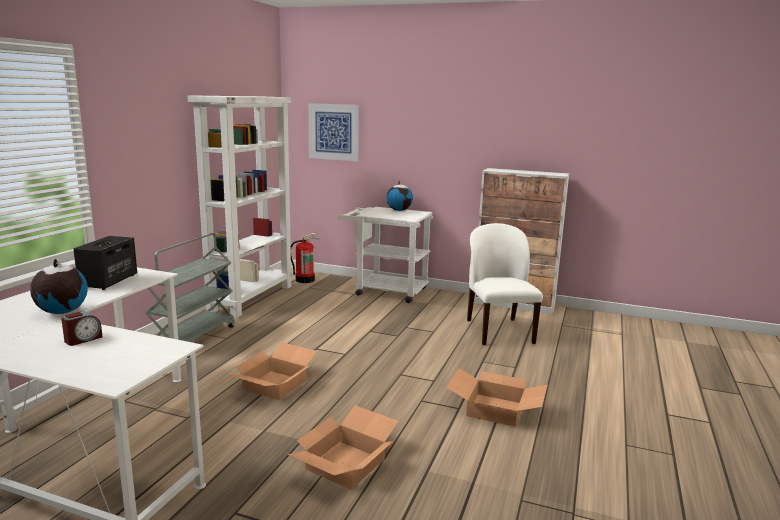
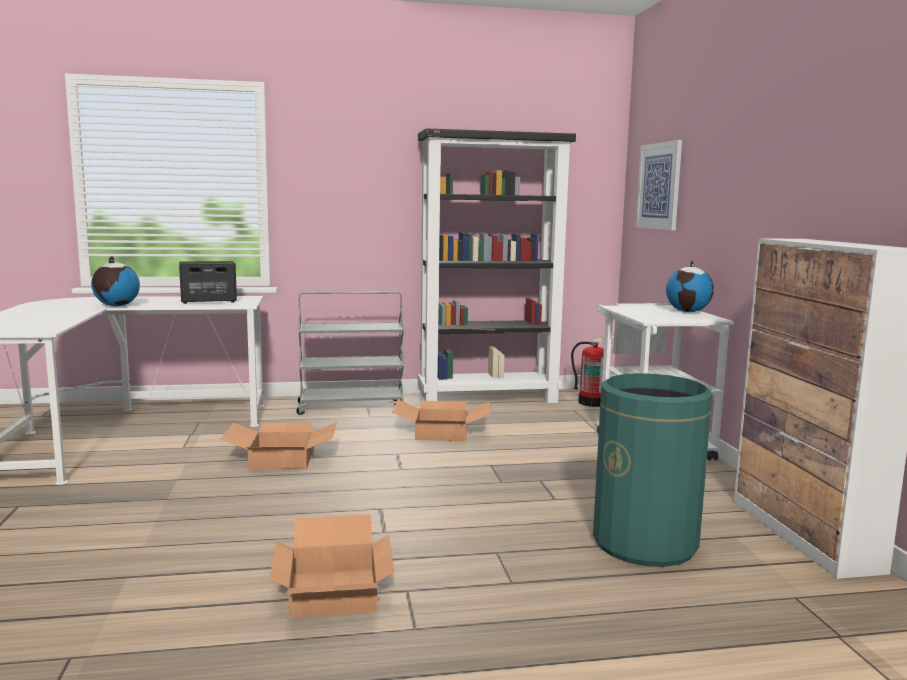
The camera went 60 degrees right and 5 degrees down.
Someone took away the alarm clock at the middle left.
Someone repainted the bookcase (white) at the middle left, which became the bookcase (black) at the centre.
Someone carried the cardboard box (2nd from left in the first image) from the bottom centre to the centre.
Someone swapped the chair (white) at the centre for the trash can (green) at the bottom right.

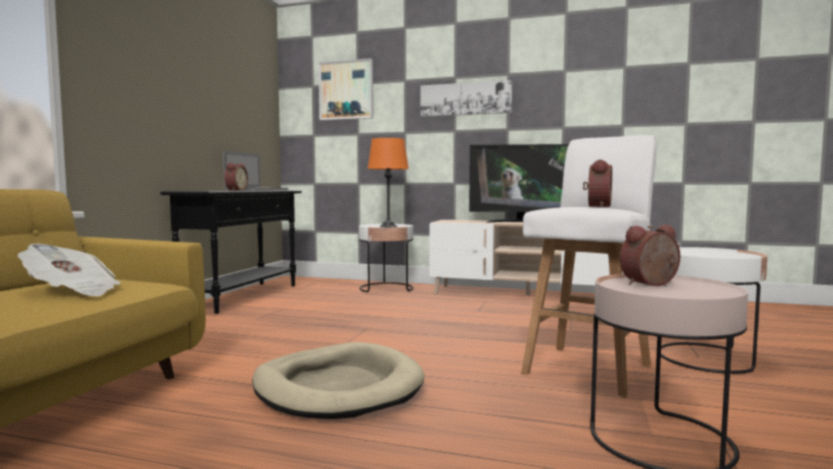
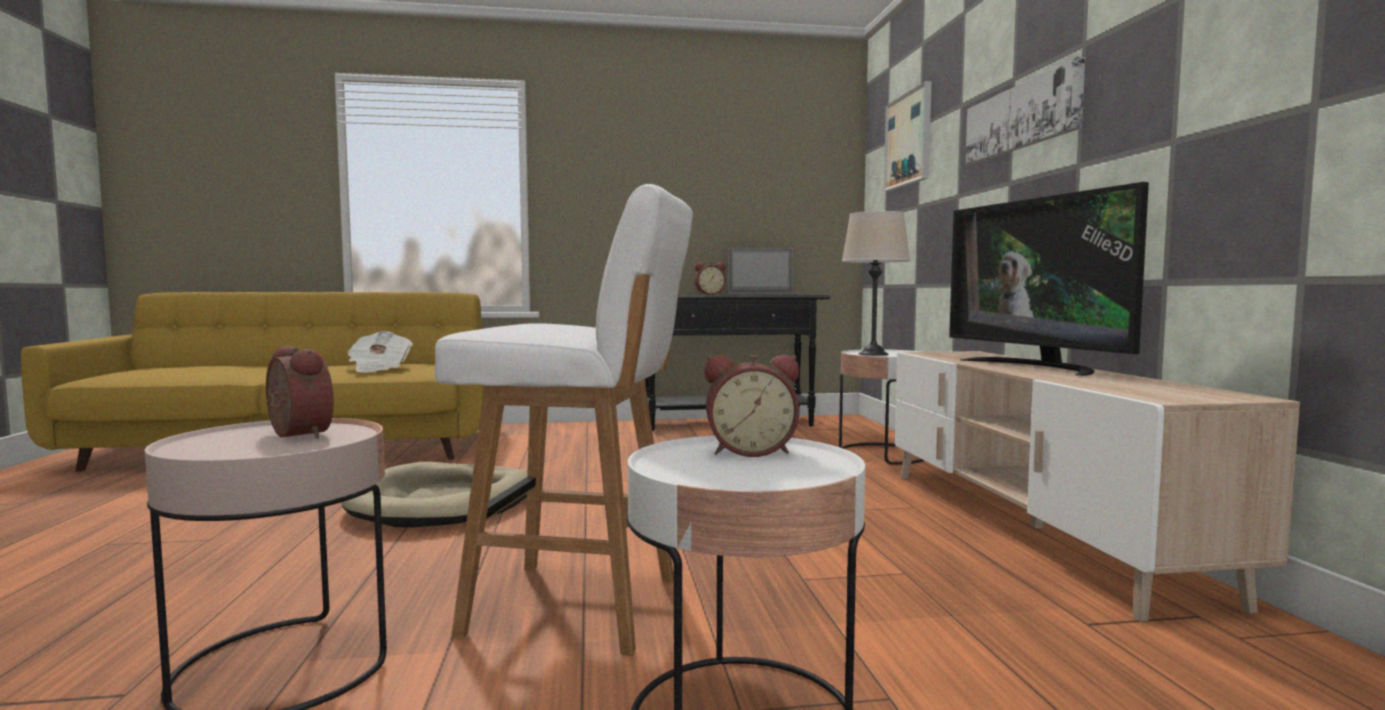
The camera went 65 degrees right and 0 degrees up.
Someone repainted the table lamp (orange) at the centre, which became the table lamp (beige) at the centre.
Someone carried the alarm clock (2nd from left in the first image) from the middle right to the centre.

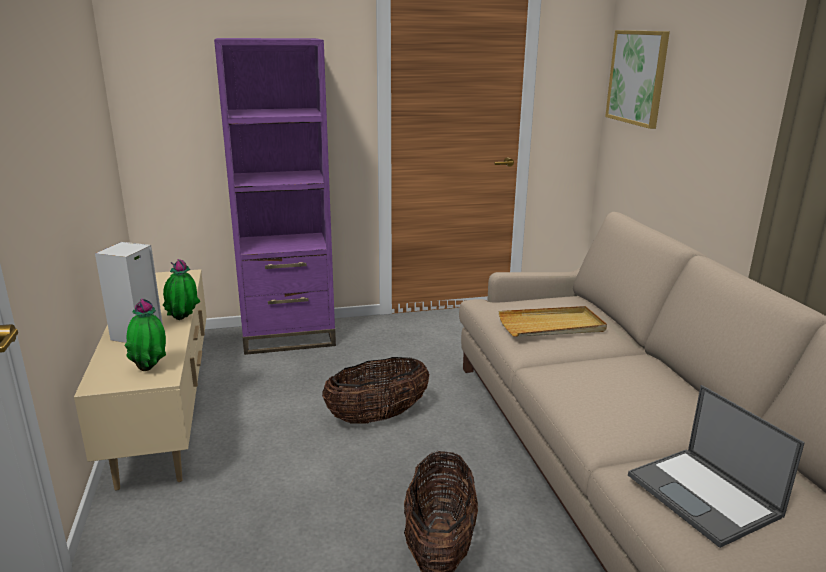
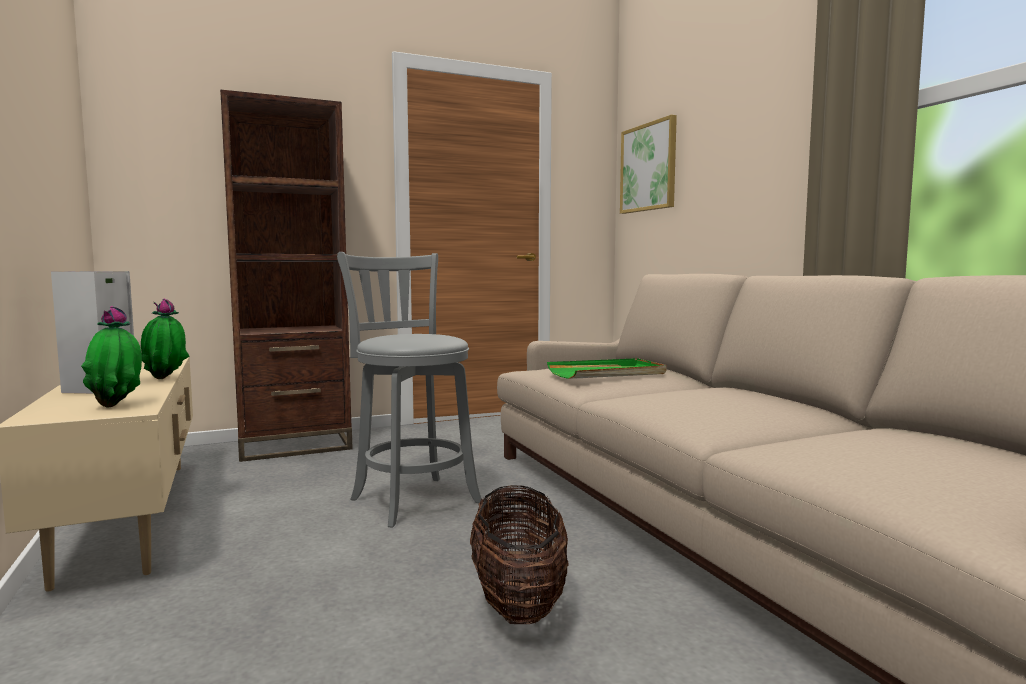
The camera went 10 degrees left and 15 degrees down.
Someone repainted the bookcase (purple) at the middle left, which became the bookcase (brown) at the middle left.
Someone swapped the basket (1st from left) at the bottom centre for the stool (grey) at the centre.
Someone repainted the tray (beige) at the middle right, which became the tray (green) at the centre.
Someone took away the laptop at the bottom right.

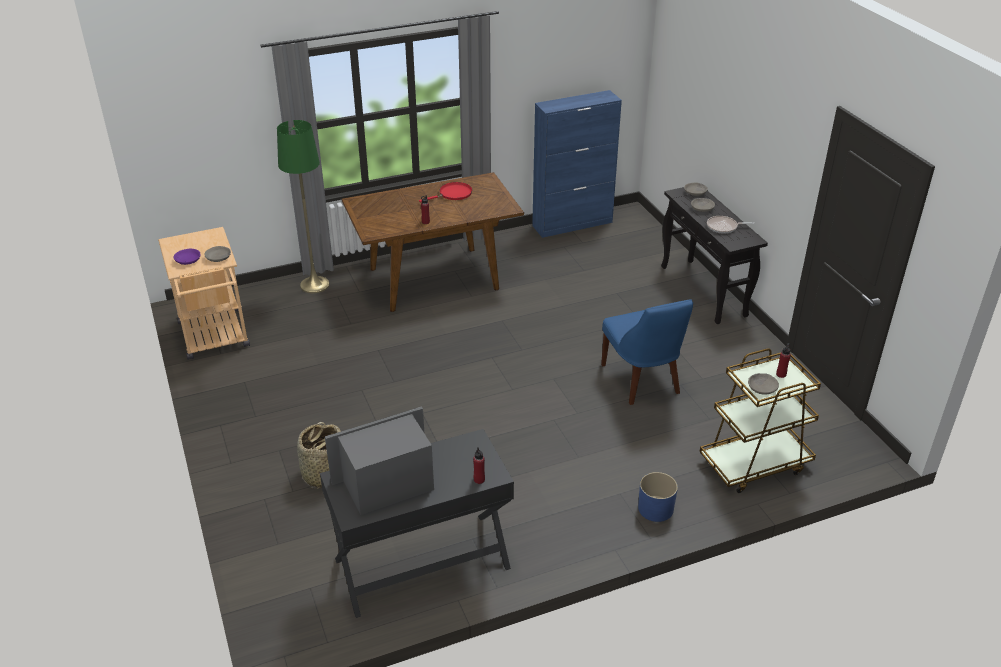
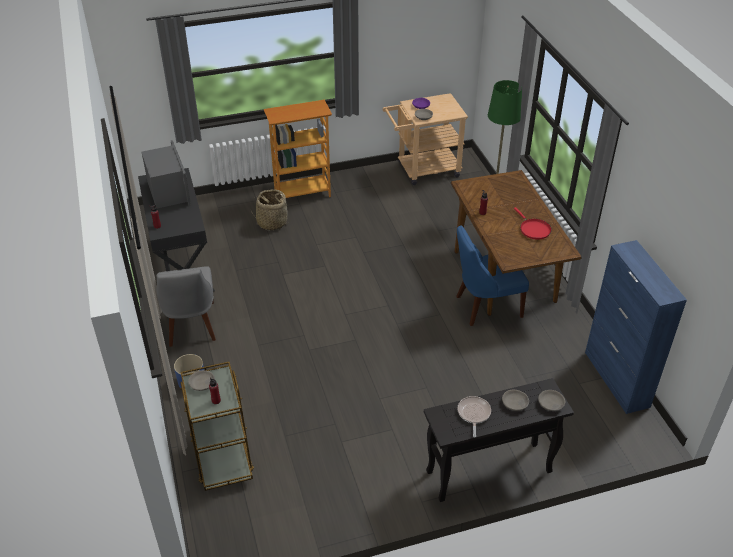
The camera went 95 degrees right and 5 degrees up.
Someone carried the chair (blue) from the centre to the middle right.
Someone put down the chair (grey) at the middle left.
Someone put down the bookcase at the top centre.

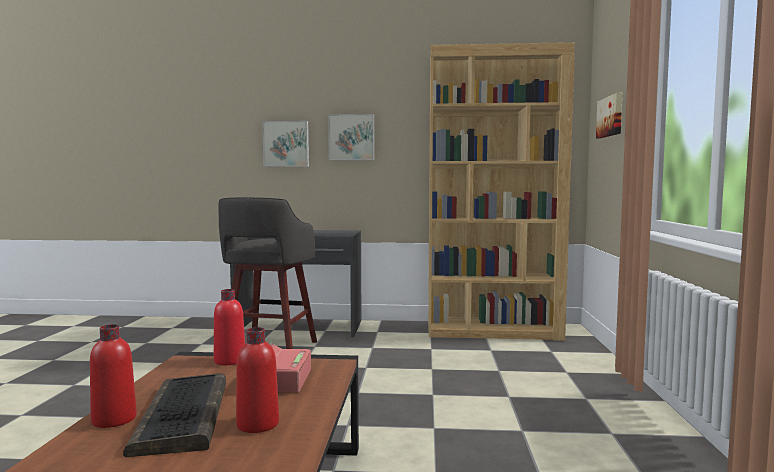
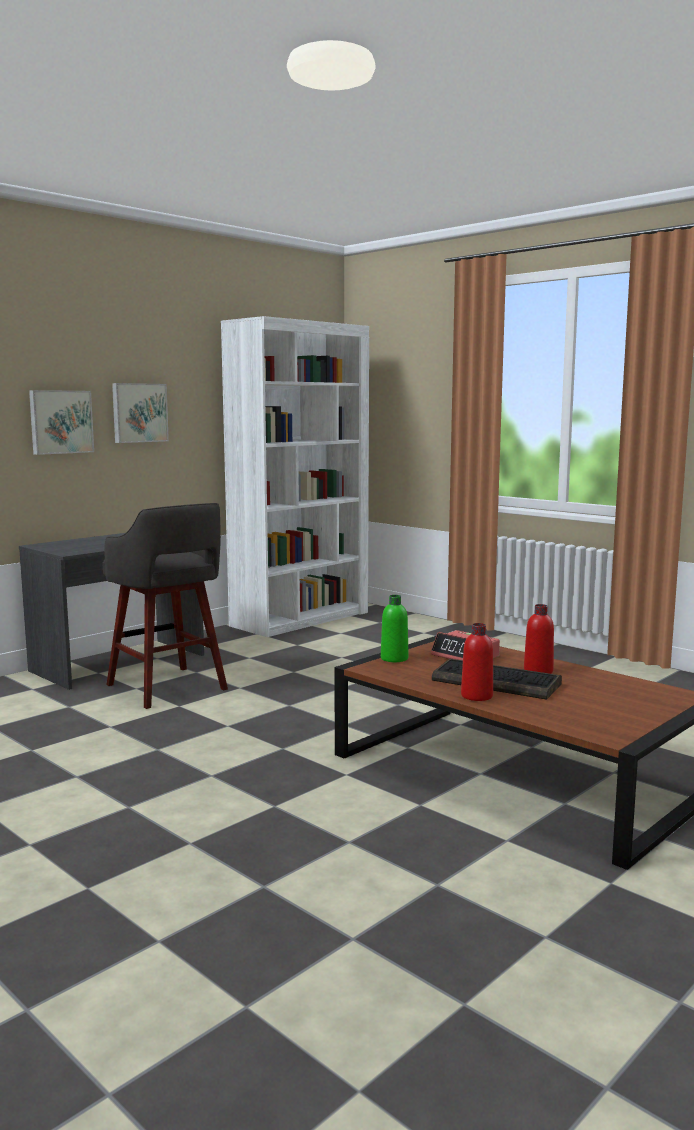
The camera went 50 degrees left and 5 degrees up.
Someone repainted the bottle (red) (2nd from left) at the bottom left, which became the bottle (green) at the centre.
Someone repainted the bookcase (brown) at the centre, which became the bookcase (white) at the centre.
Someone took away the picture (3rd from left) at the top right.

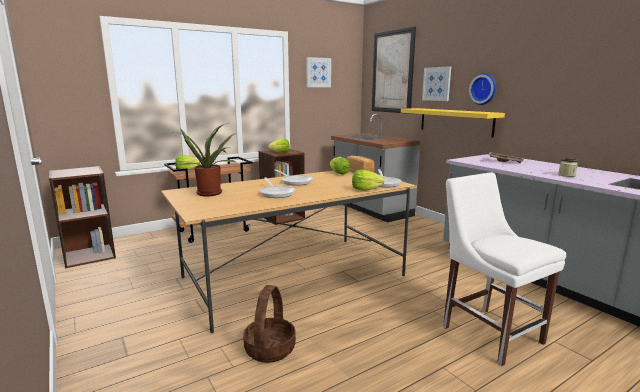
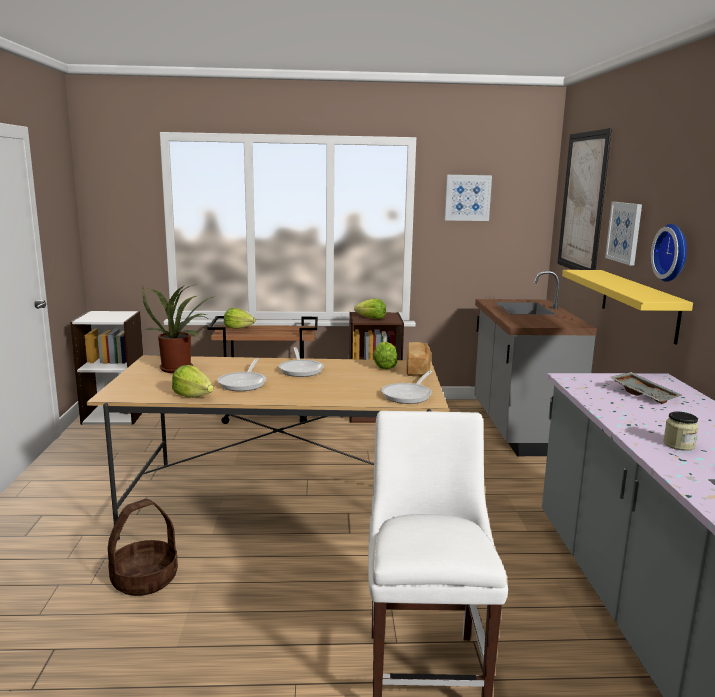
The camera went 30 degrees right and 0 degrees up.
Someone repainted the bookcase (brown) (1st from left) at the middle left, which became the bookcase (white) at the middle left.
Someone carried the lettuce (4th from left in the first image) from the centre to the middle left.

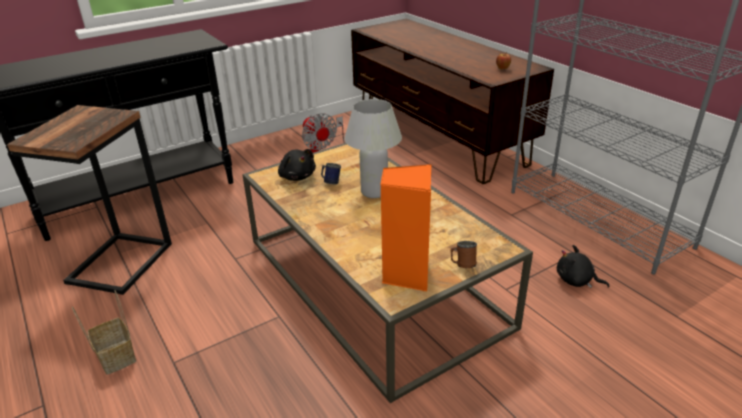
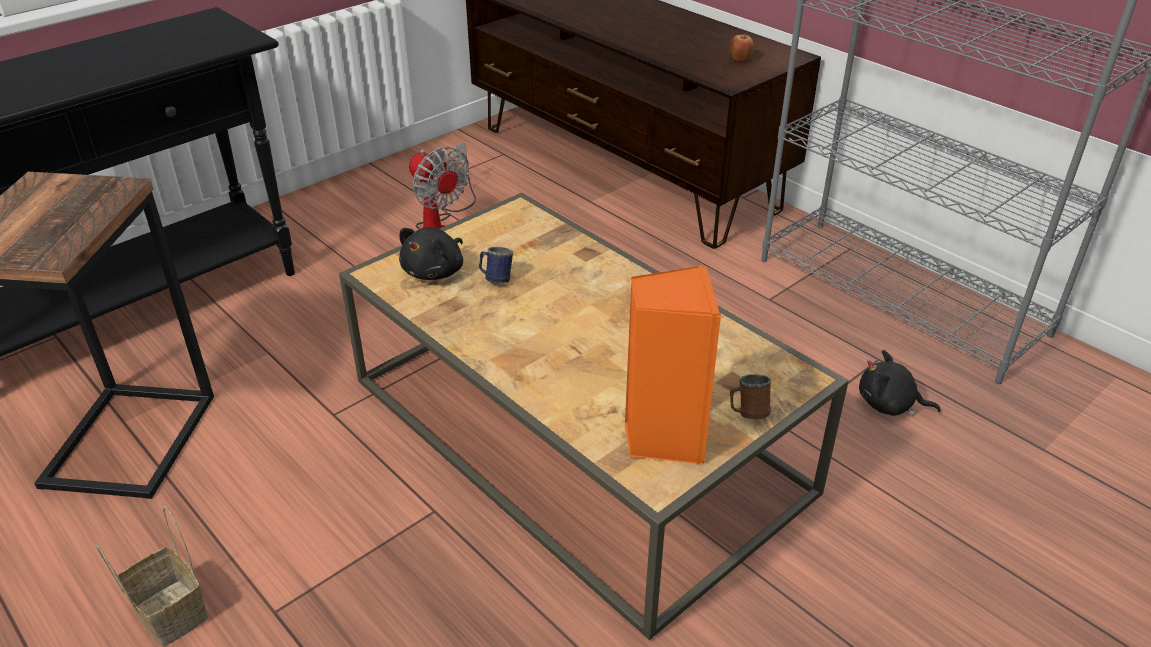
The camera went 10 degrees left and 5 degrees up.
Someone rotated the plush toy (black) (1st from left) at the centre by 75 degrees clockwise.
Someone took away the table lamp (white) at the centre.

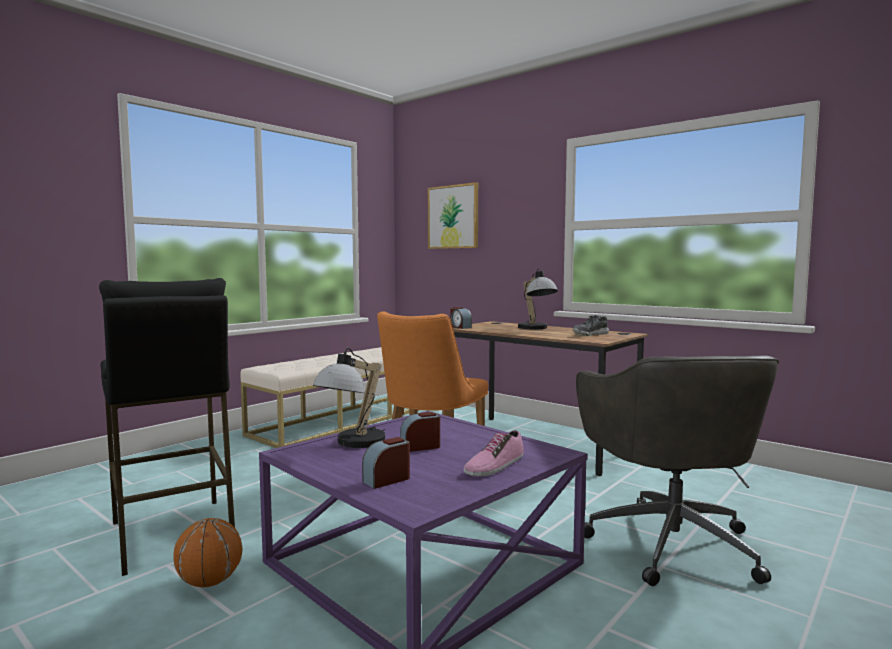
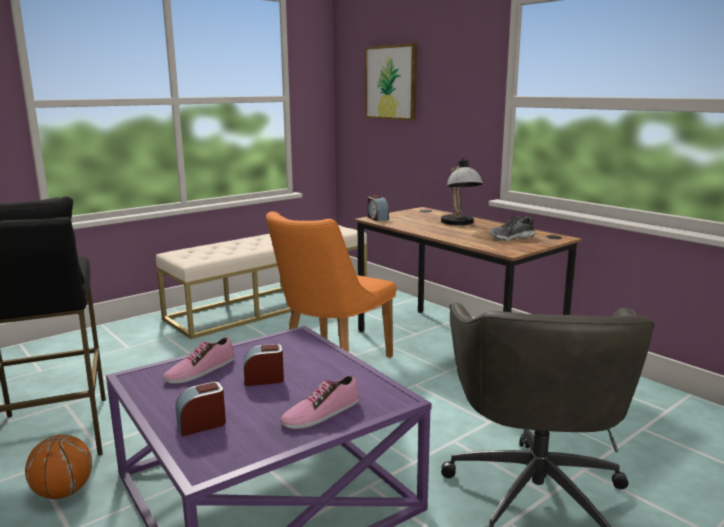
The camera went 10 degrees right and 10 degrees up.
Someone swapped the table lamp (1st from left) at the centre for the shoe (1st from left) at the bottom left.

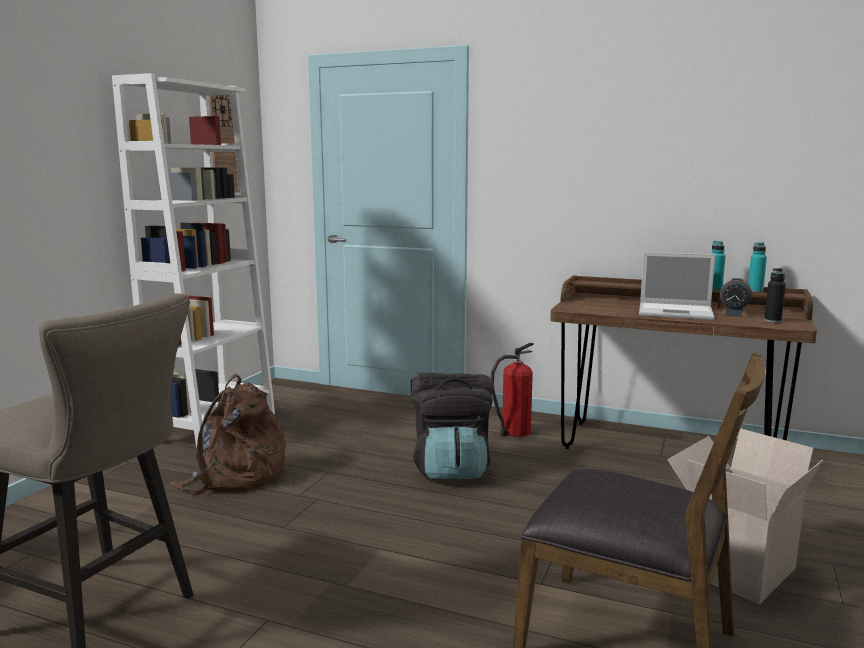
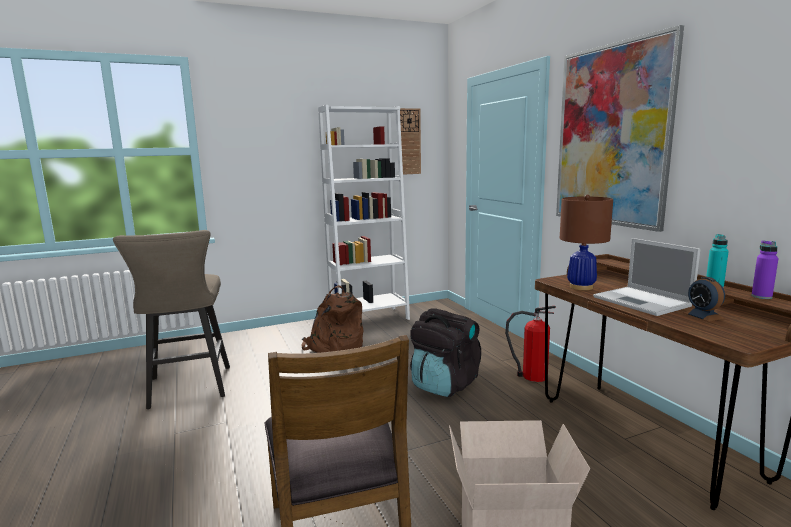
The camera went 45 degrees right and 0 degrees up.
Someone repainted the bottle (turquoise) (2nd from left) at the middle right, which became the bottle (purple) at the middle right.
Someone took away the bottle (black) at the middle right.
Someone put up the picture at the top right.
Someone put down the table lamp (brown) at the middle right.

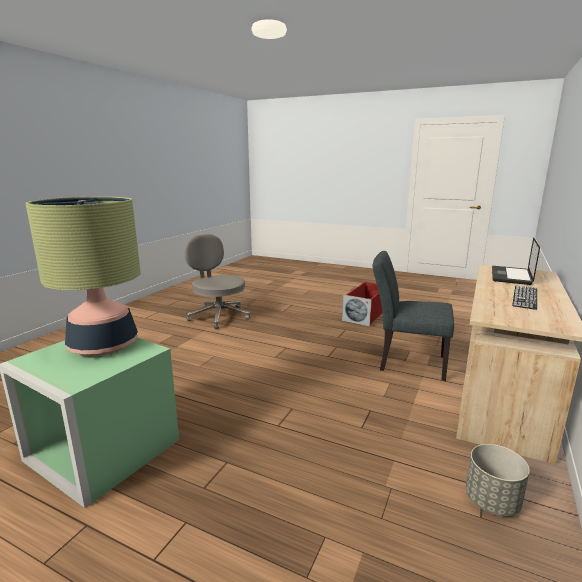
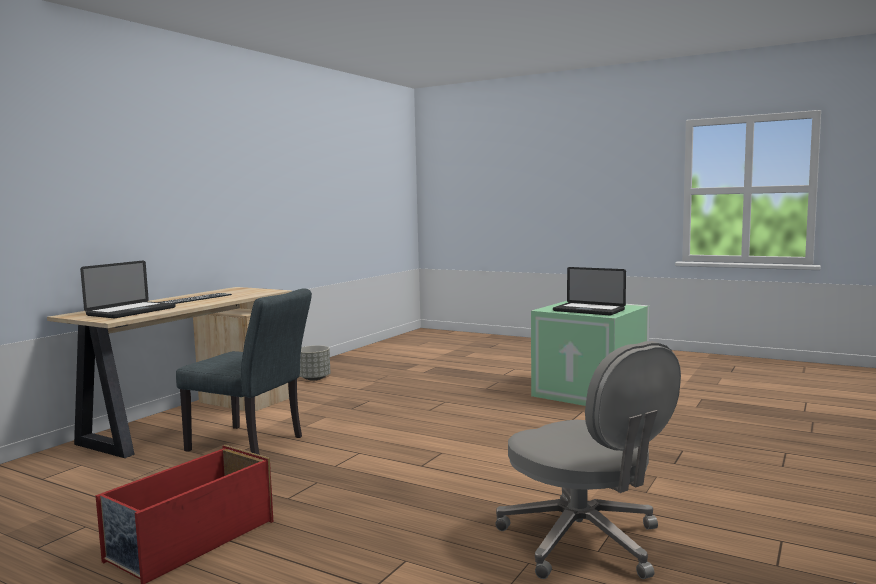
The camera went 175 degrees left and 10 degrees down.
Someone swapped the table lamp at the middle left for the laptop (2nd from left) at the middle right.

